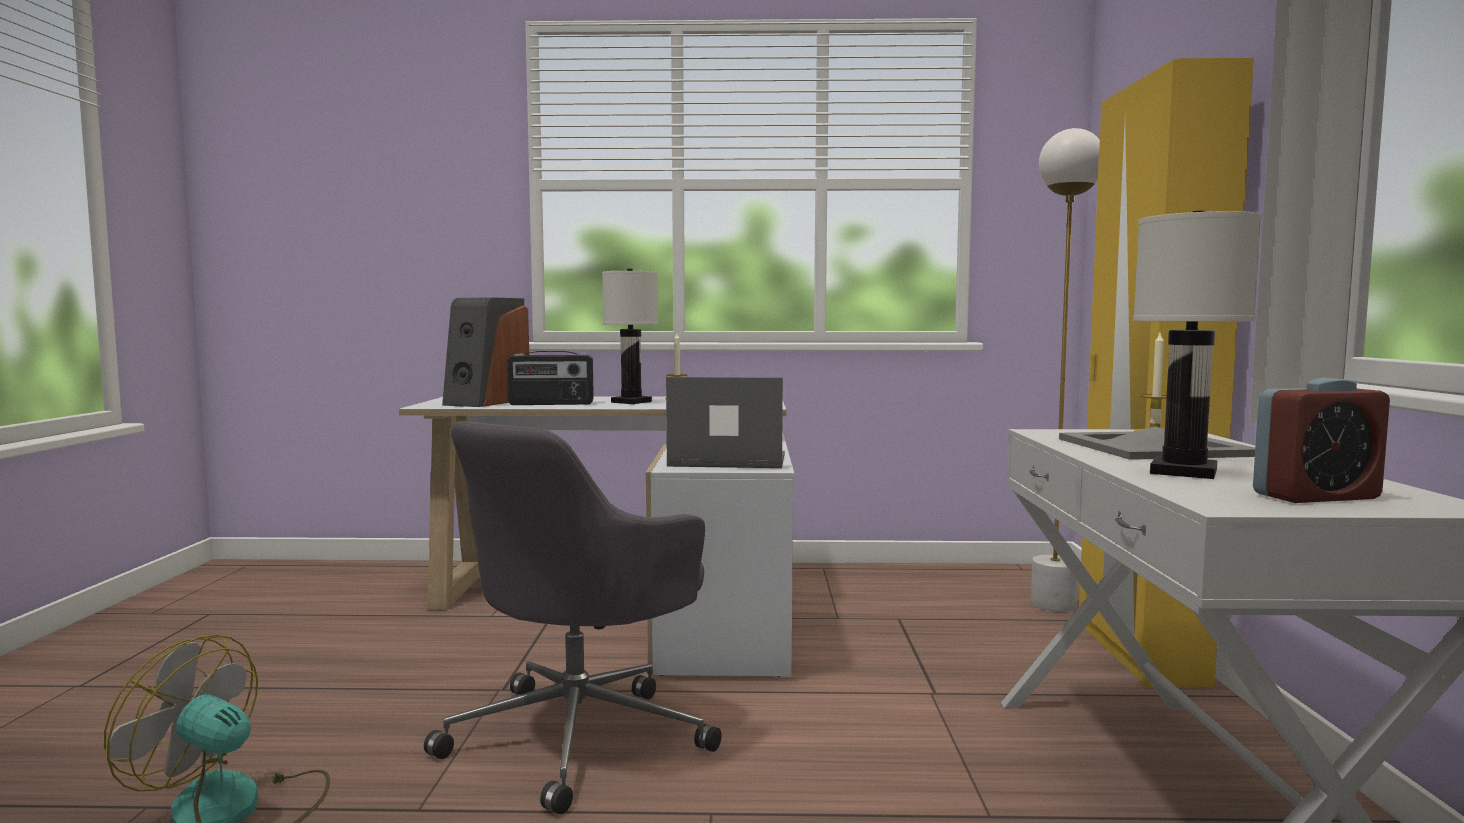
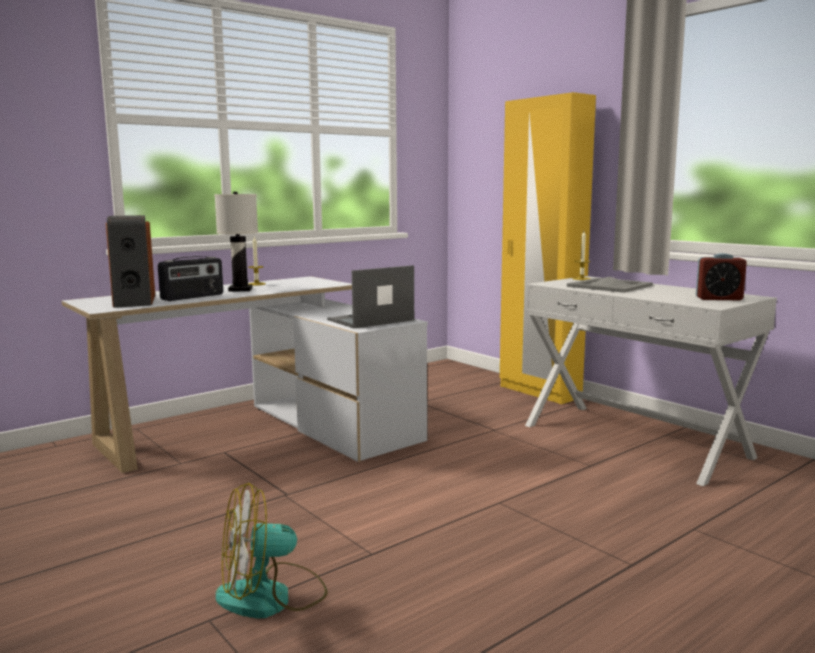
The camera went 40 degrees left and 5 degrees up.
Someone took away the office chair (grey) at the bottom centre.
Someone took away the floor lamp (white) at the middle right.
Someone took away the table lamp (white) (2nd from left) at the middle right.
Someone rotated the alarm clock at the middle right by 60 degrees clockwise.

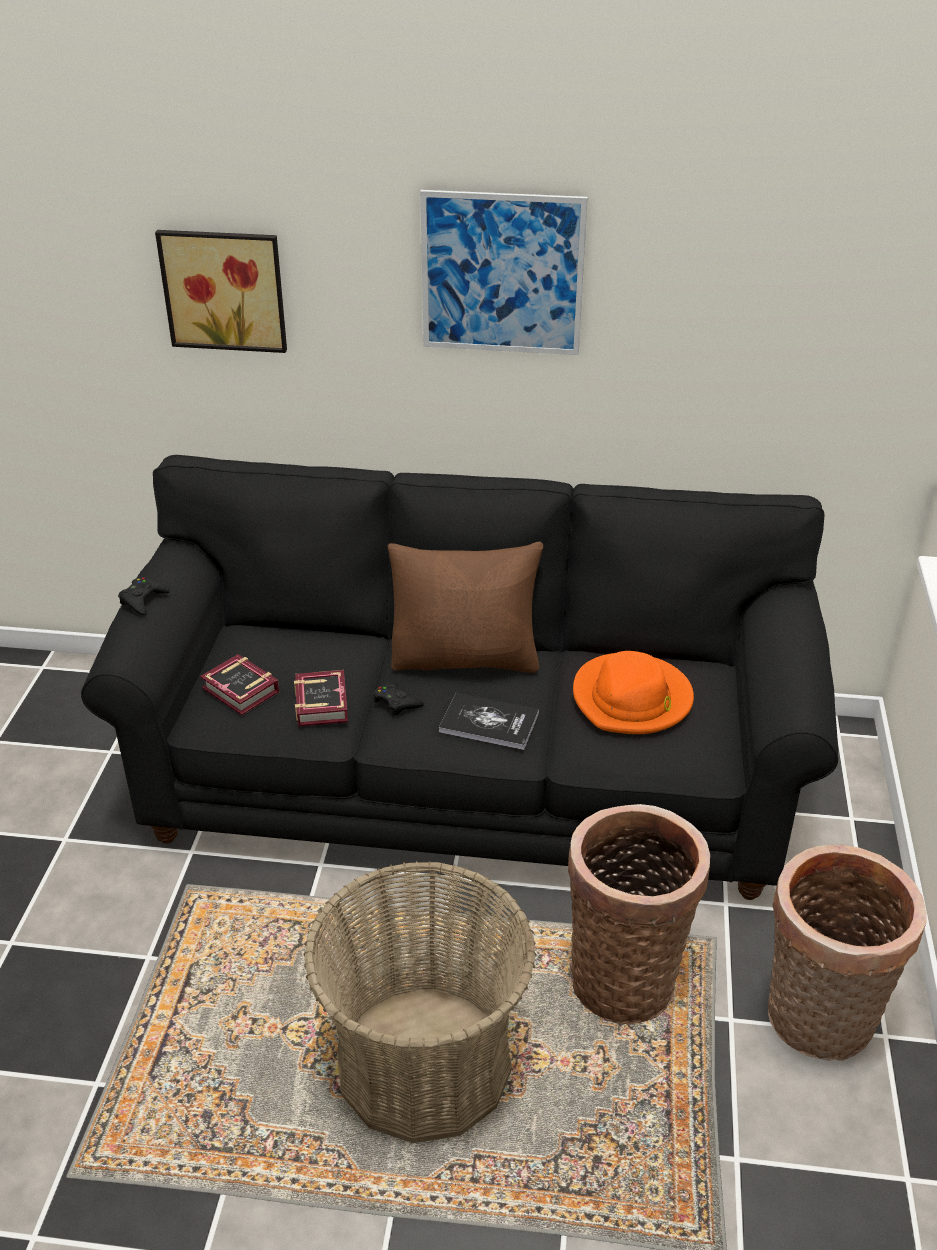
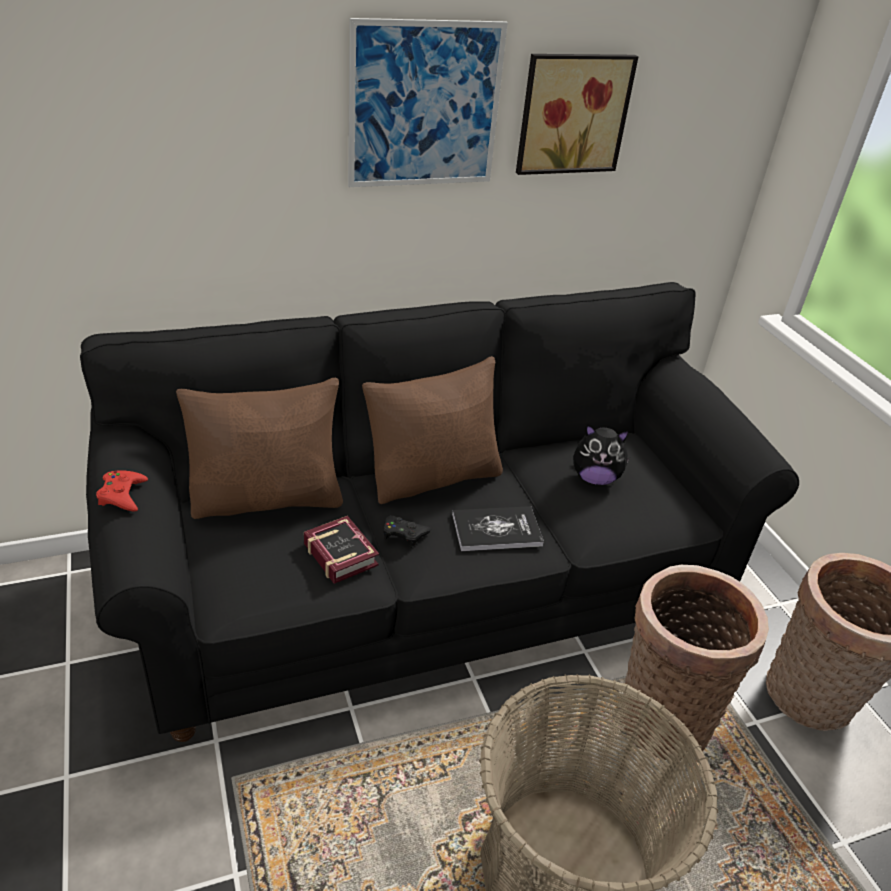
The camera went 30 degrees left and 0 degrees up.
Someone repainted the game controller (black) (1st from left) at the middle left, which became the game controller (red) at the middle left.
Someone carried the picture (1st from left in the first image) from the top left to the top centre.
Someone took away the book (1st from left) at the middle left.
Someone swapped the hat (orange) at the middle right for the plush toy at the middle right.
Someone put down the pillow (brown) (1st from left) at the middle left.

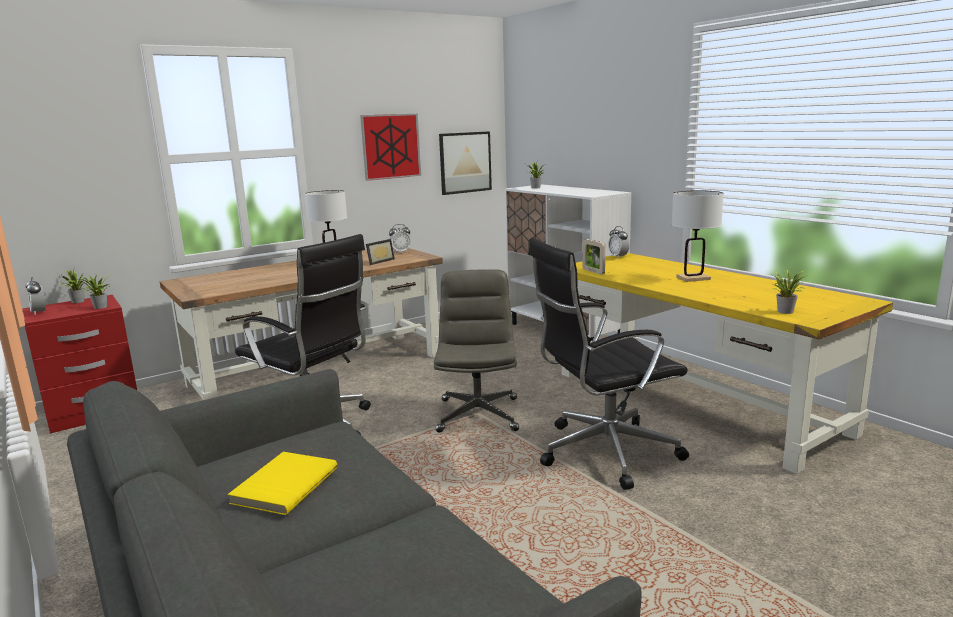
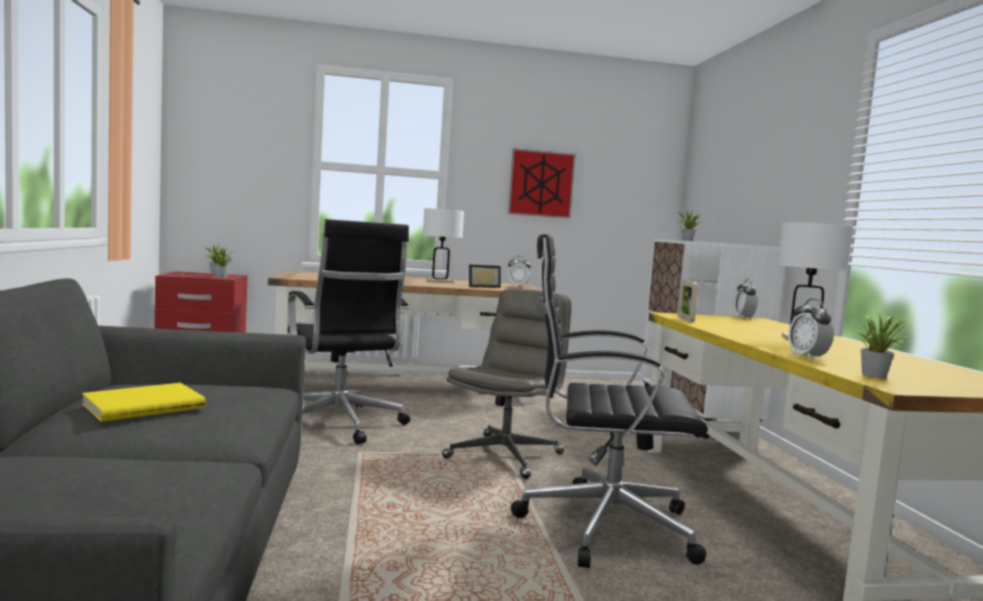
The camera went 25 degrees right and 10 degrees down.
Someone carried the alarm clock (1st from left in the first image) from the middle left to the middle right.
Someone took away the picture (2nd from left) at the top centre.

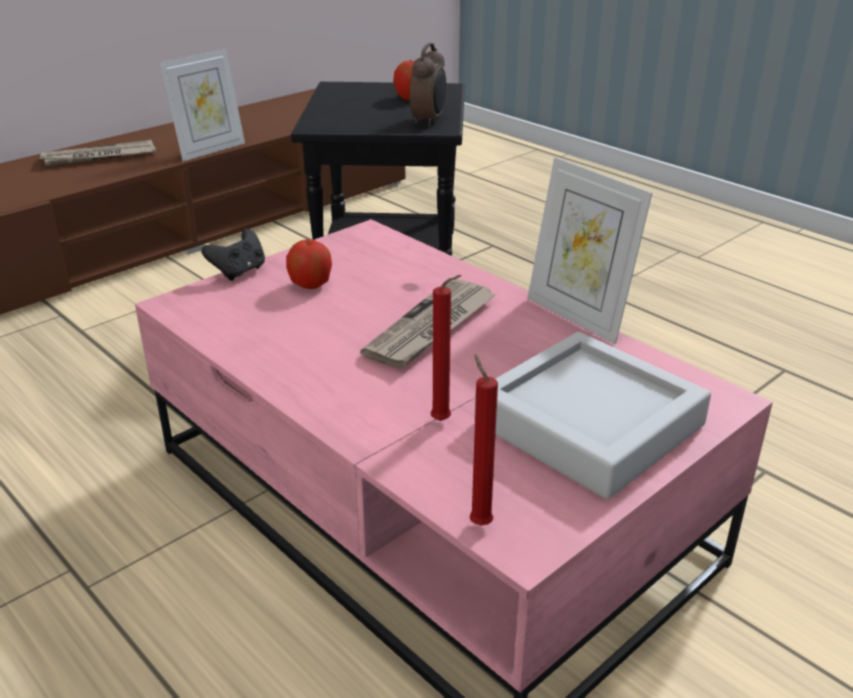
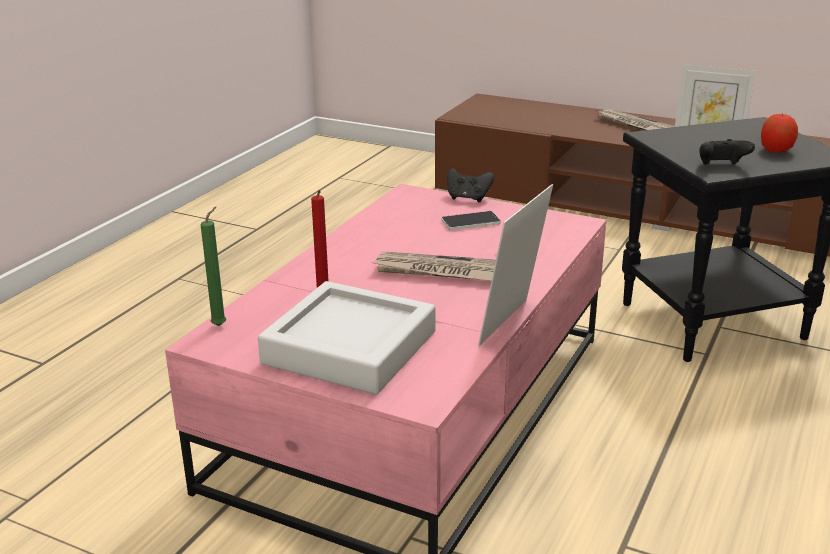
The camera went 70 degrees right and 5 degrees down.
Someone swapped the apple (1st from left) at the centre for the phone at the centre.
Someone swapped the alarm clock at the top centre for the game controller (black) (2nd from left) at the top right.
Someone repainted the candle (red) (2nd from left) at the centre, which became the candle (green) at the middle left.

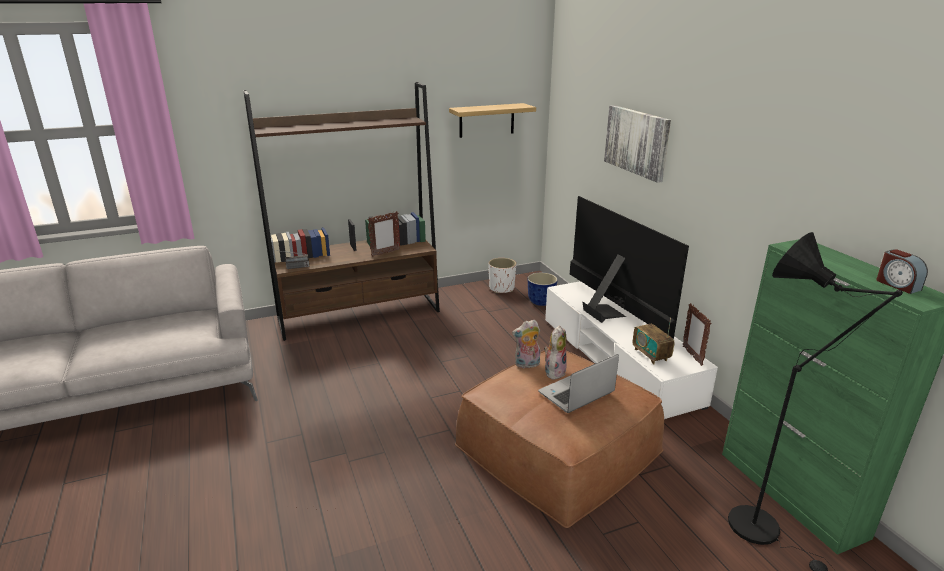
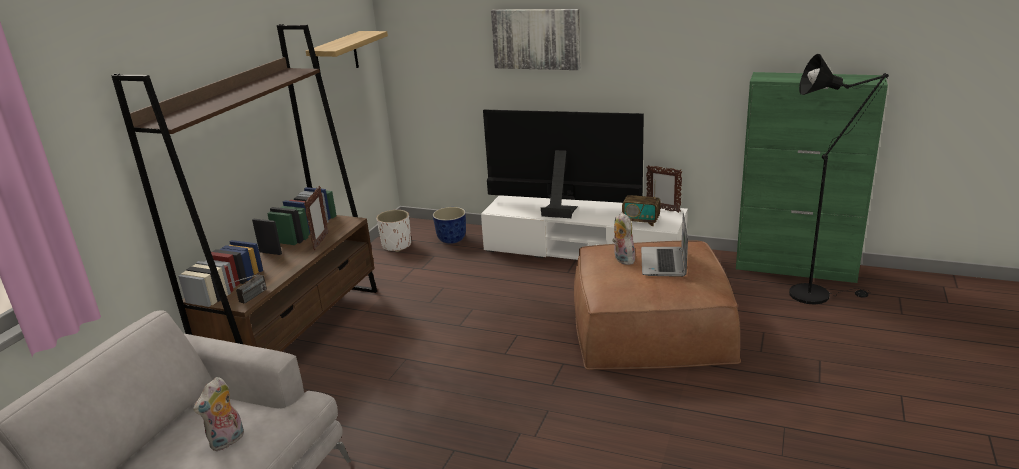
The camera went 45 degrees left and 0 degrees up.
Someone carried the plush toy (1st from left) from the centre to the bottom left.
Someone took away the alarm clock at the middle right.

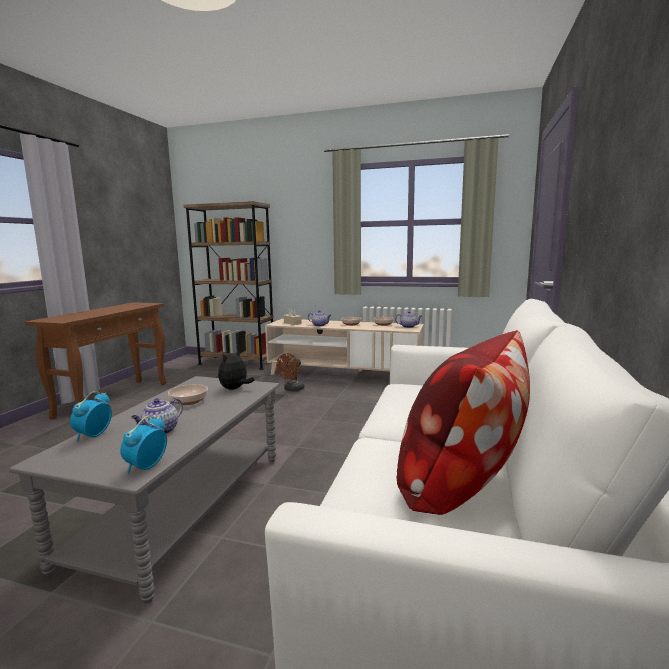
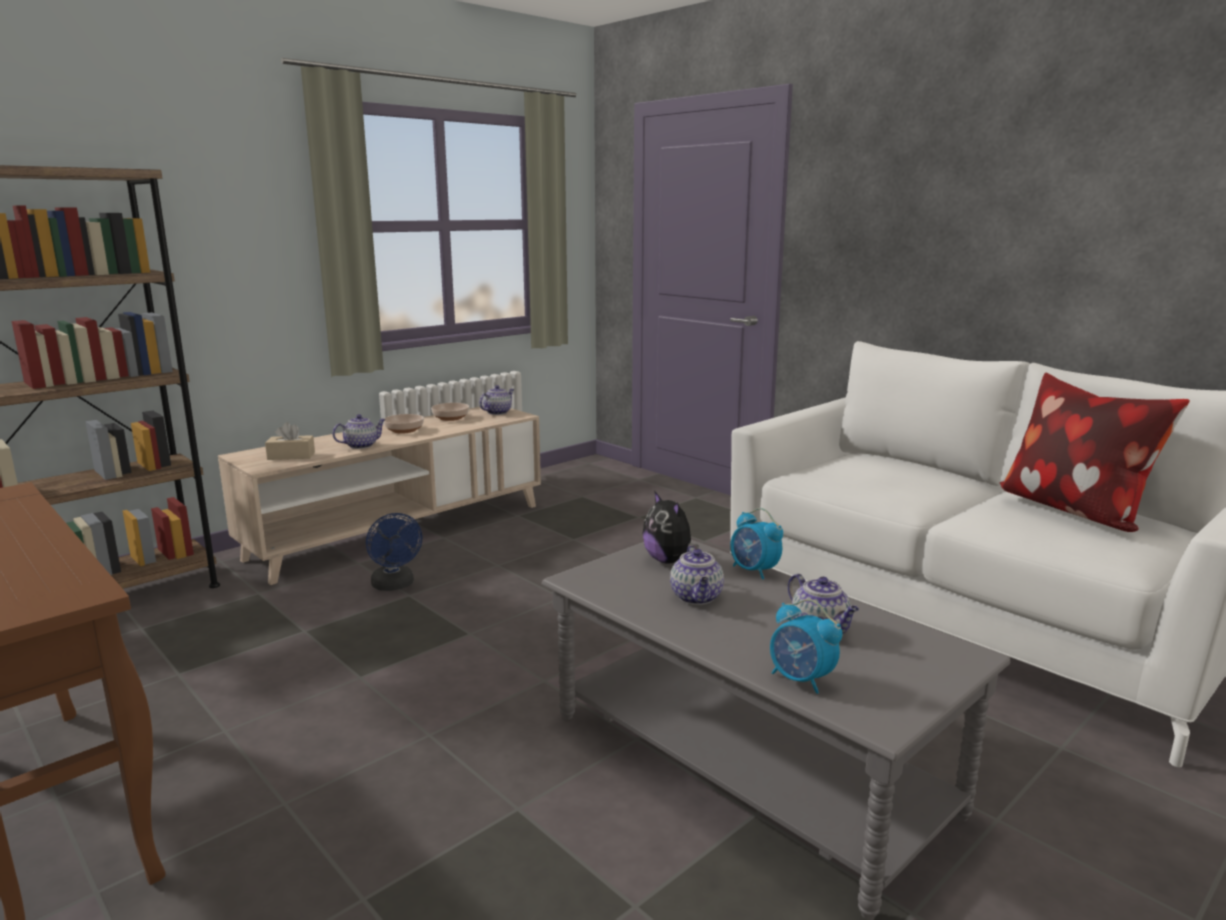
The camera went 60 degrees left and 5 degrees up.
Someone carried the alarm clock (2nd from left in the first image) from the middle left to the centre.
Someone swapped the bowl (1st from left) at the middle left for the teapot (3rd from left) at the centre.
Someone repainted the fan (brown) at the centre, which became the fan (blue) at the middle left.

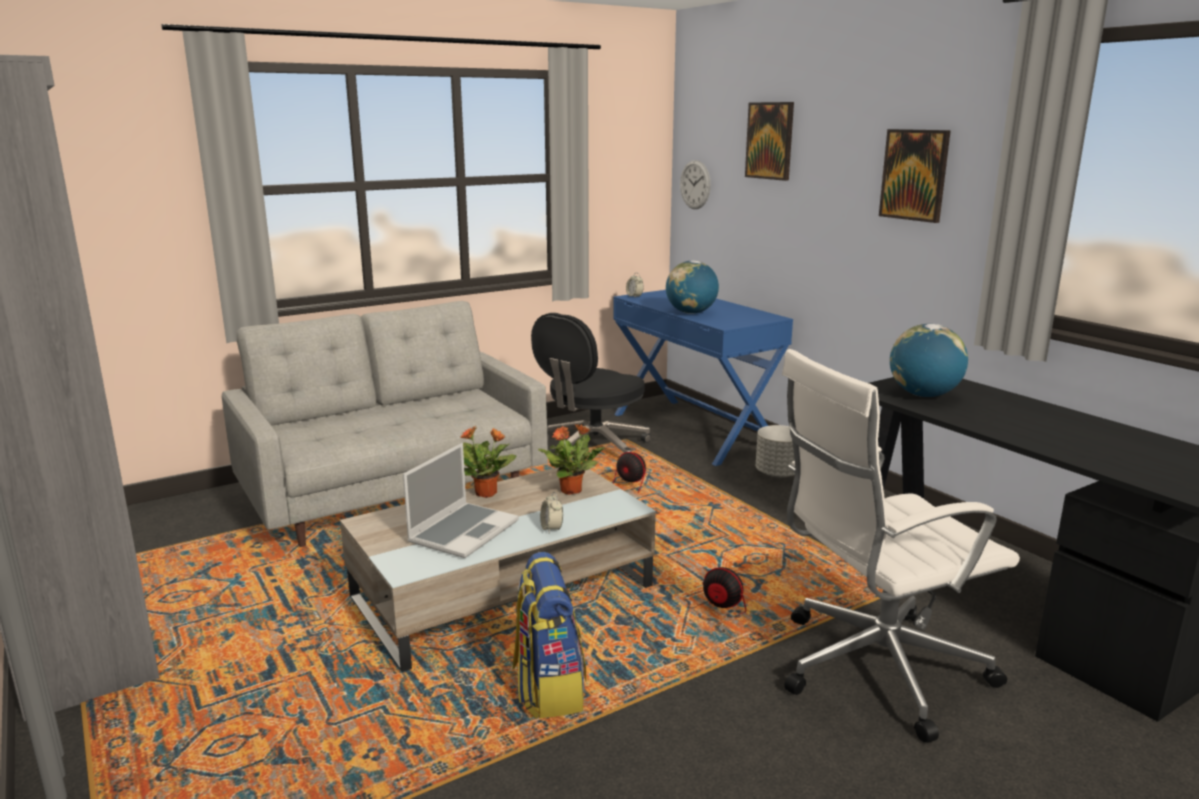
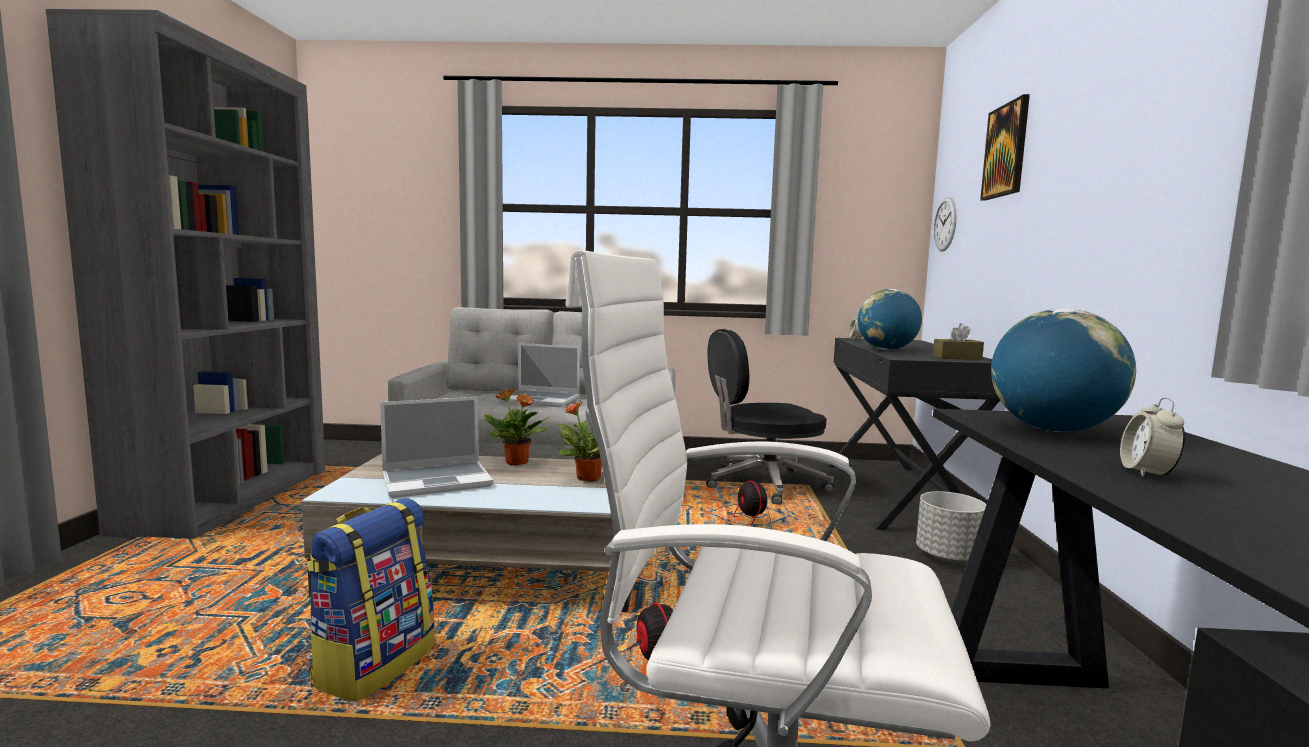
The camera went 35 degrees right and 10 degrees down.
Someone carried the alarm clock (1st from left in the first image) from the centre to the middle right.
Someone repainted the desk (blue) at the centre, which became the desk (black) (1st from left) at the middle right.
Someone took away the picture (2nd from left) at the top right.
Someone put down the laptop (2nd from left) at the centre.
Someone put down the tissue box (brown) at the middle right.

